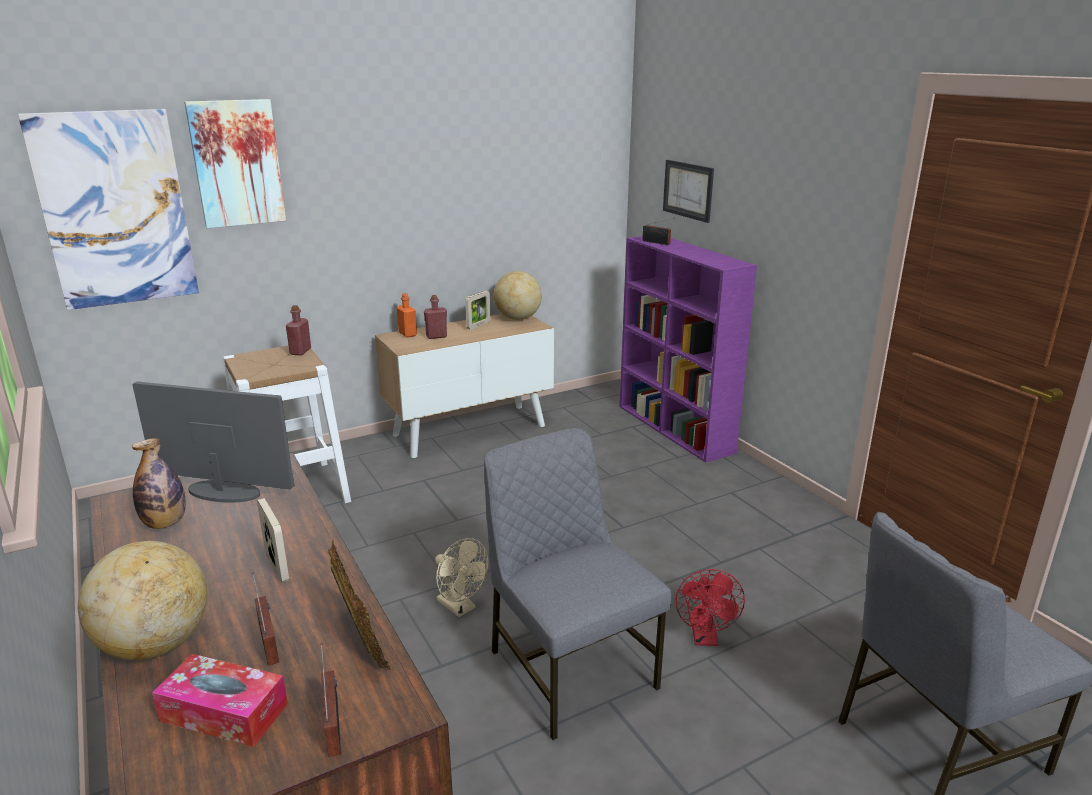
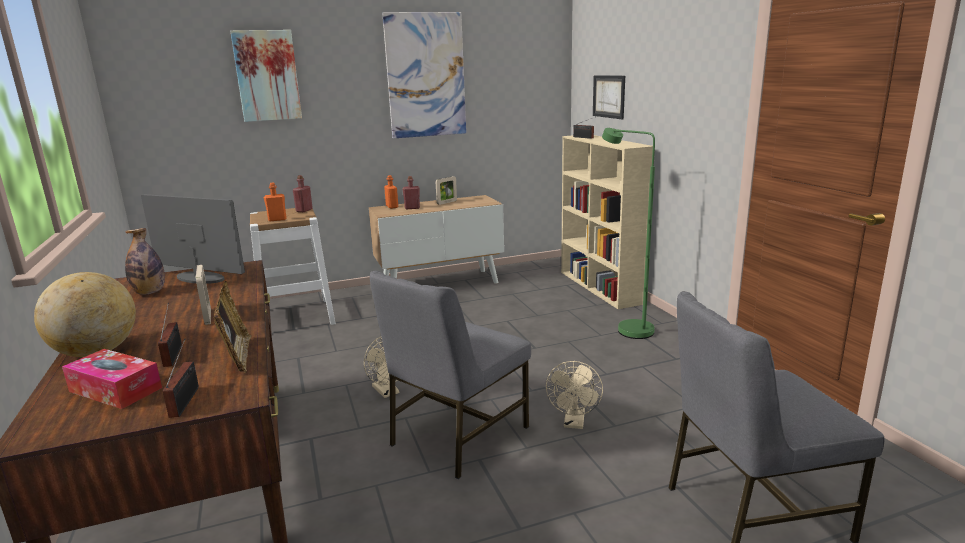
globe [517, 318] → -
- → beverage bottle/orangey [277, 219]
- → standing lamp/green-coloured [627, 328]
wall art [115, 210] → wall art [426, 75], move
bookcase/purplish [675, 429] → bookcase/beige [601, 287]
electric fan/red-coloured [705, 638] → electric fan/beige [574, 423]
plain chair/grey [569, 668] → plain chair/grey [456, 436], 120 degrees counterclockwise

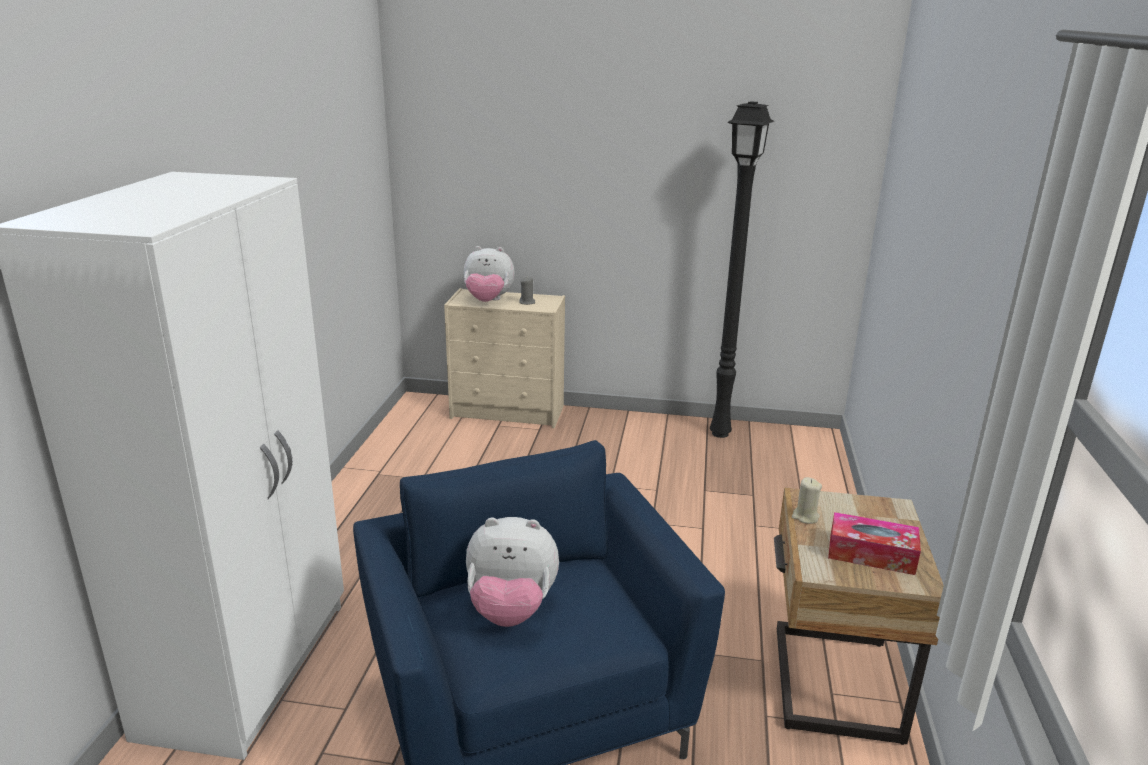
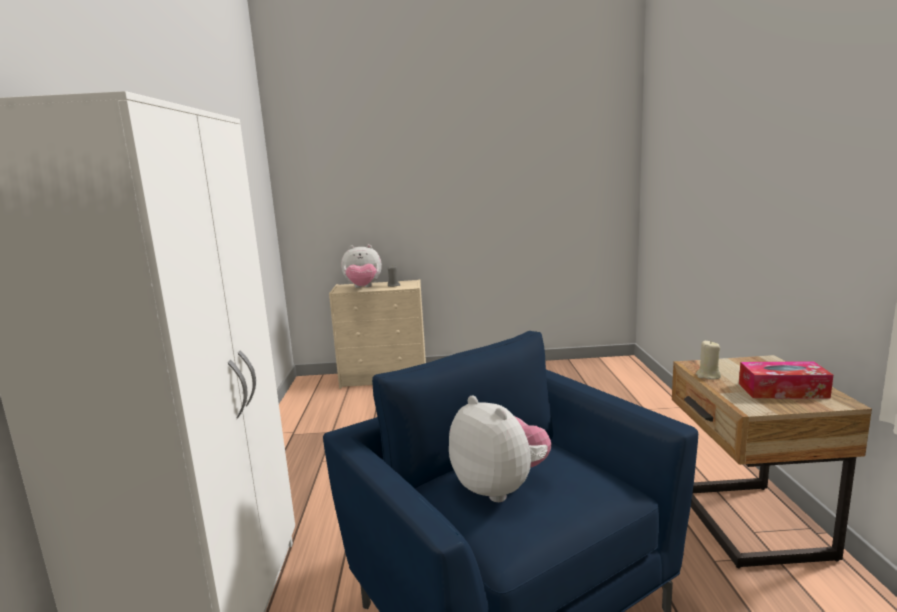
standing lamp/black-coloured [721, 433] → -
cuddly toy [511, 610] → cuddly toy [500, 488], 120 degrees counterclockwise

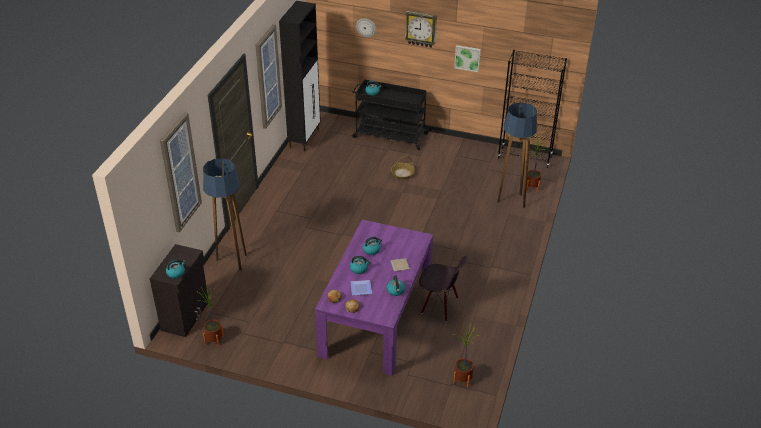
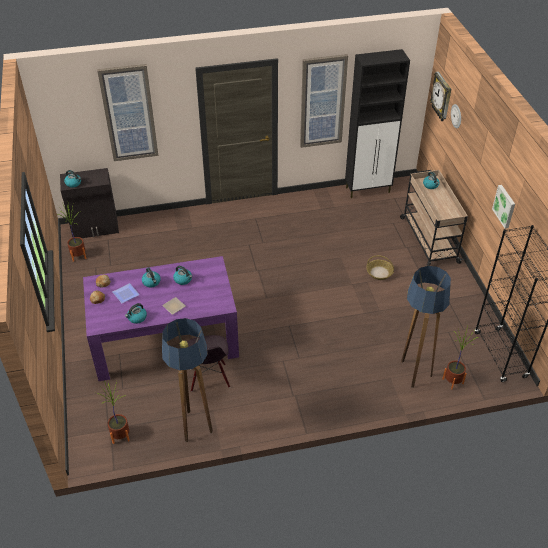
standing lamp [231, 261] → standing lamp [194, 425], move
clock on the wall [421, 29] → clock on the wall [442, 97], move
trolley/black-coloured [389, 135] → trolley/beige [428, 239]

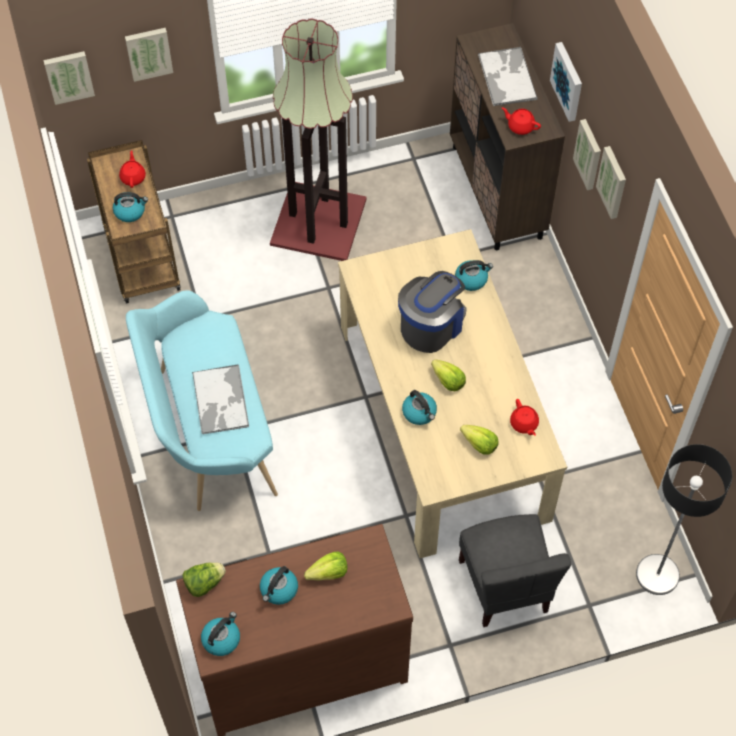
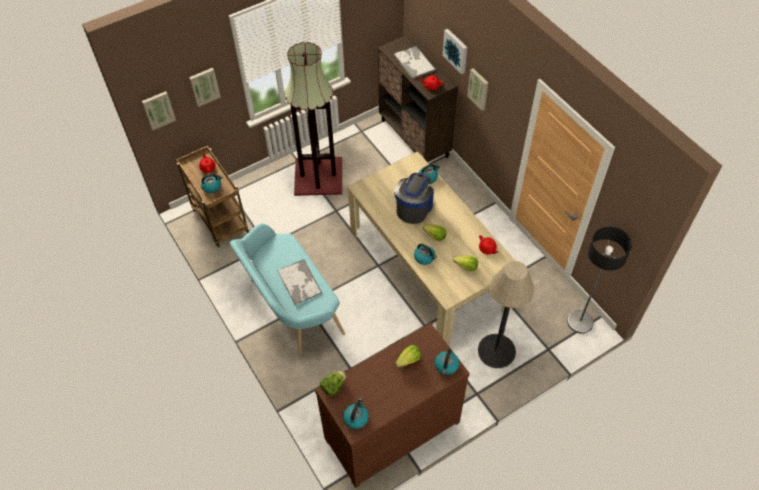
wall art [613, 182] → -
water kettle [279, 590] → water kettle [446, 366], move
plain chair/grey [505, 586] → standing lamp [496, 351]

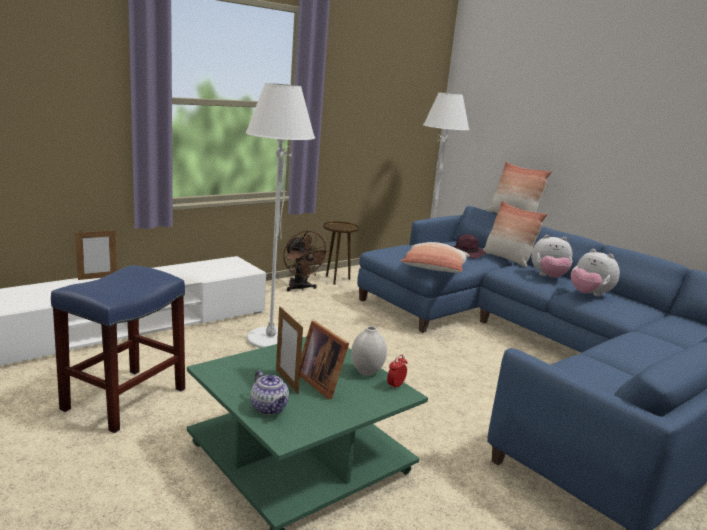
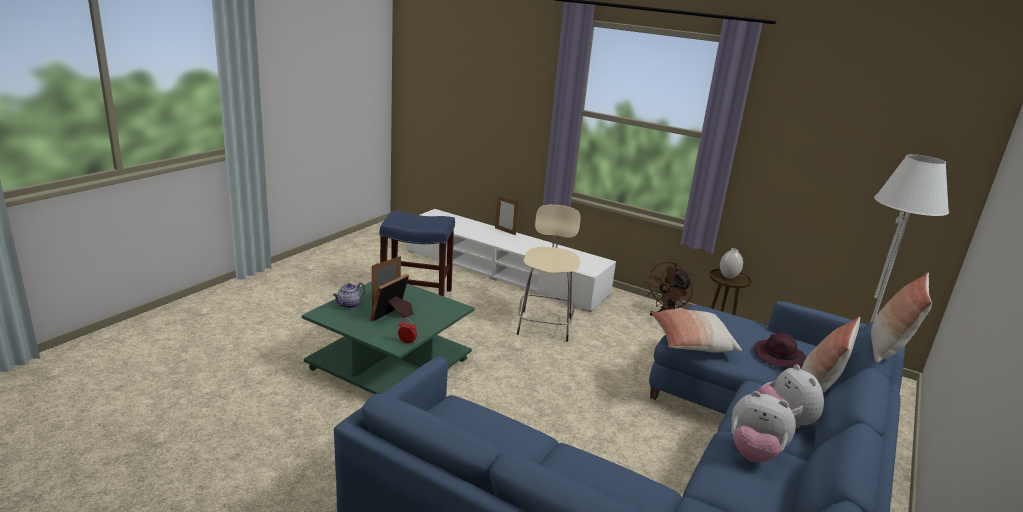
flower vase/whitish [367, 372] → flower vase/whitish [728, 277], move
standing lamp/whitish [270, 339] → stool seat/beige [545, 324]
cuddly toy [589, 295] → cuddly toy [754, 453], 90 degrees counterclockwise

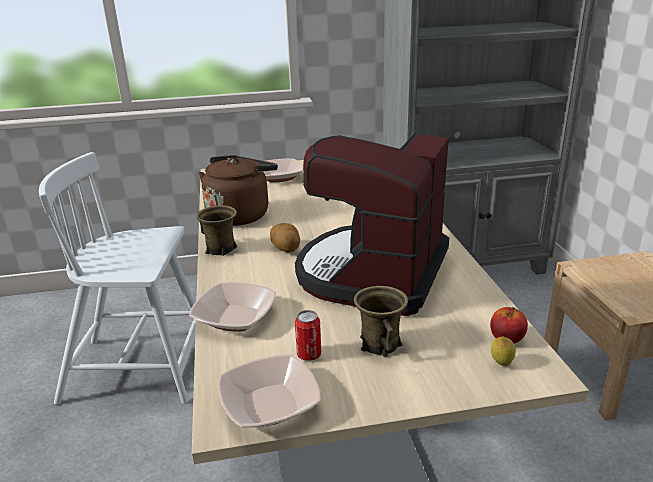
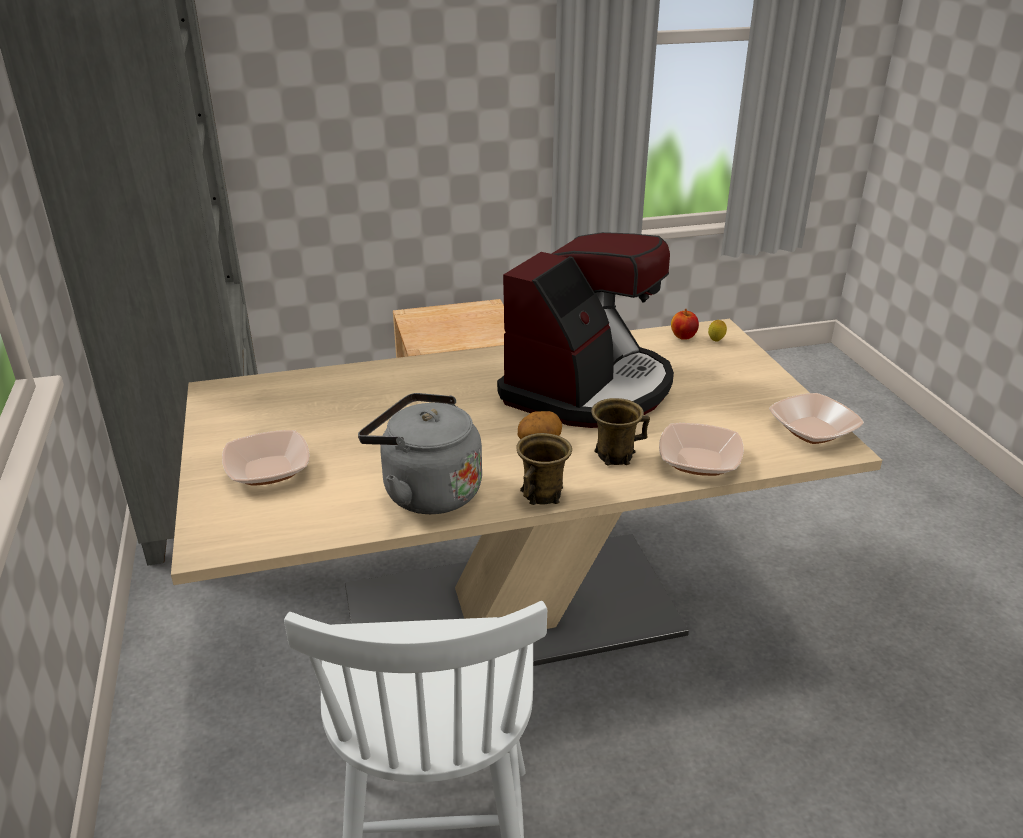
sealed can [309, 355] → -
tea mug/brown-coloured [380, 344] → tea mug/brown-coloured [614, 455], move
water kettle/brown-coloured [240, 215] → water kettle/grey [426, 491]
coffee maker [373, 273] → coffee maker [589, 388], 75 degrees counterclockwise

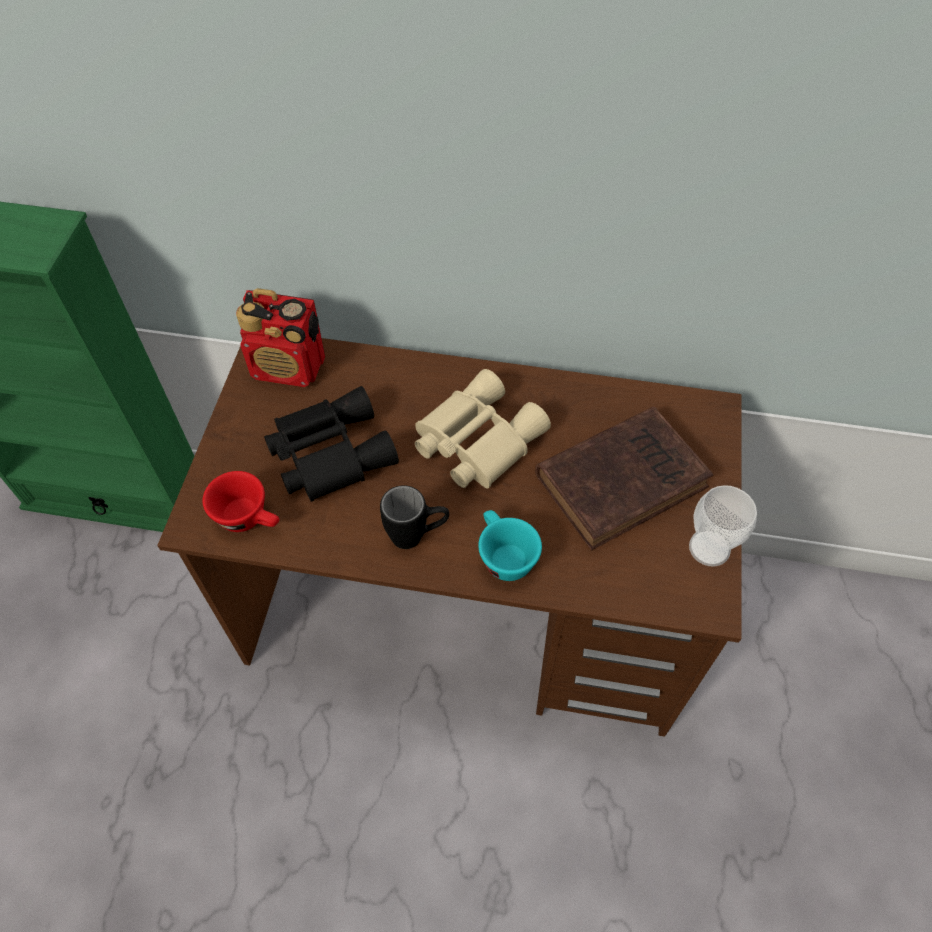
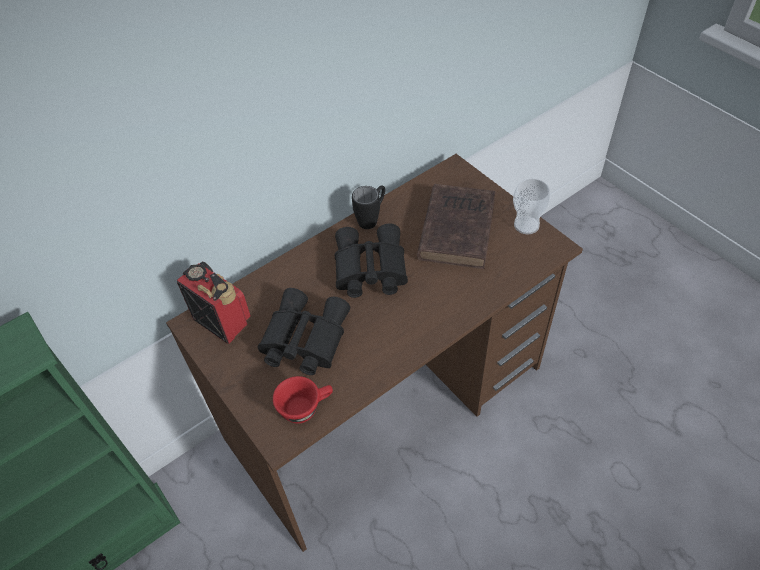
drinking cup/turquoise-coloured [503, 556] → -
tea mug/black-coloured [417, 536] → tea mug/black-coloured [372, 218], move
binoculars/beige [475, 440] → binoculars/black-coloured [368, 269]
radio [289, 368] → radio [222, 320], 105 degrees counterclockwise

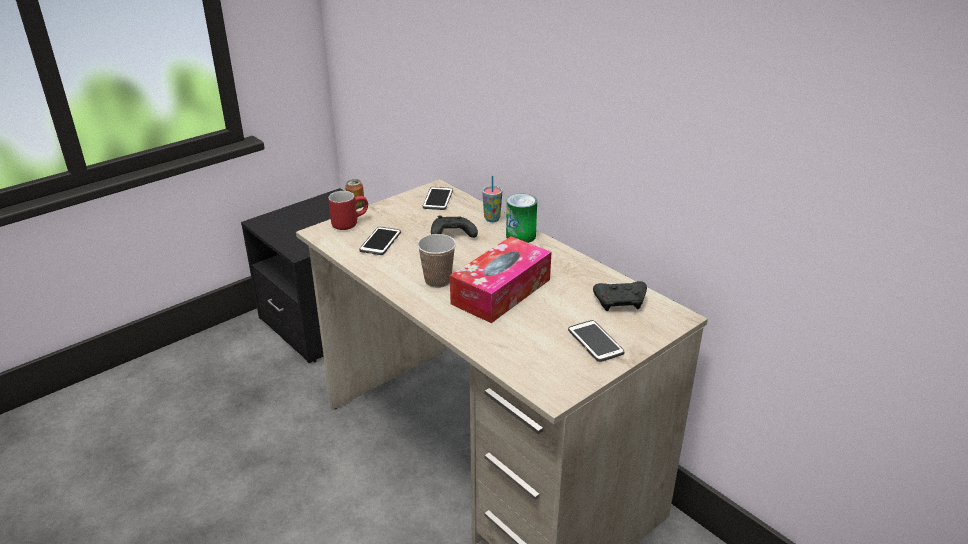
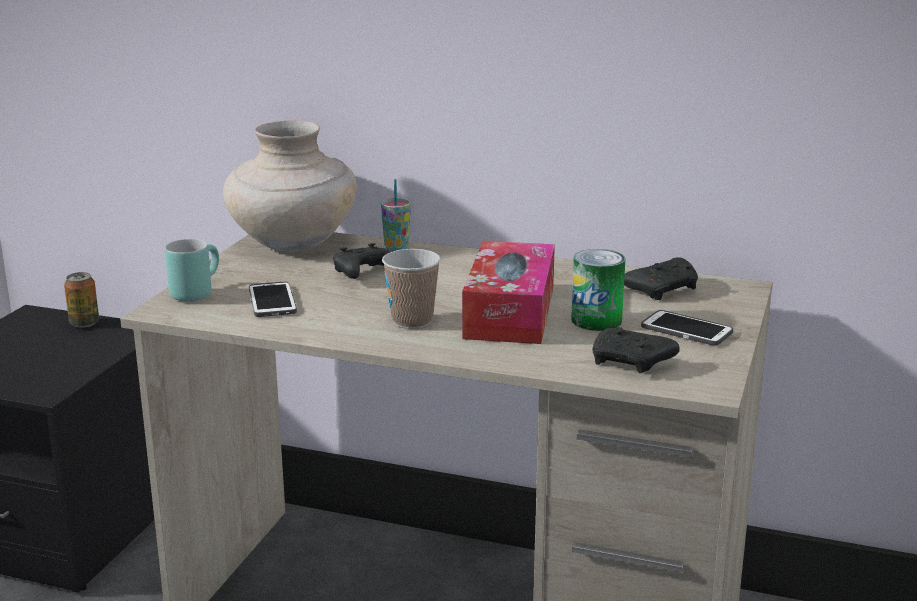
- → joypad/black-coloured [631, 363]
sealed can [520, 236] → sealed can [596, 320], move
telephone [438, 199] → flower vase/beige [292, 244]
tea mug/red-coloured [349, 223] → tea mug/turquoise-coloured [195, 292]

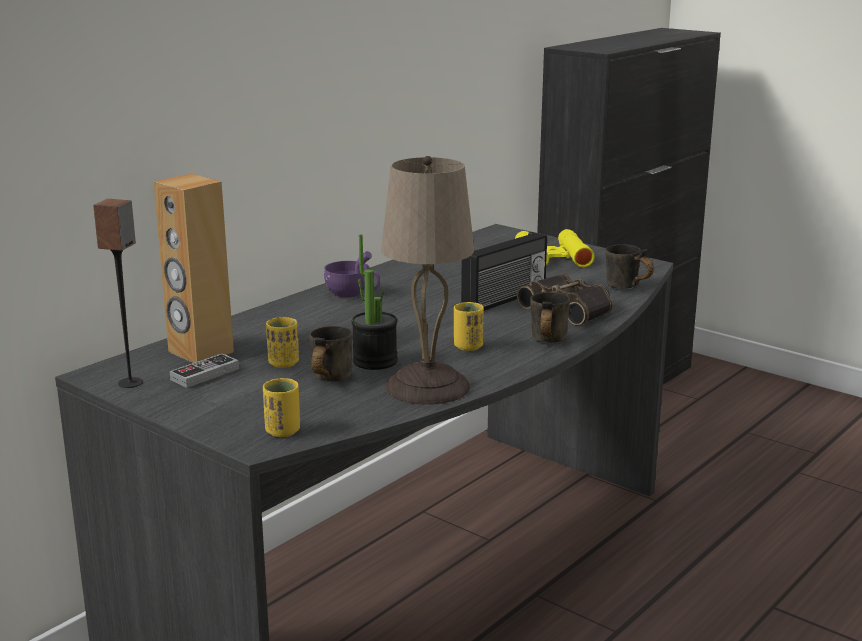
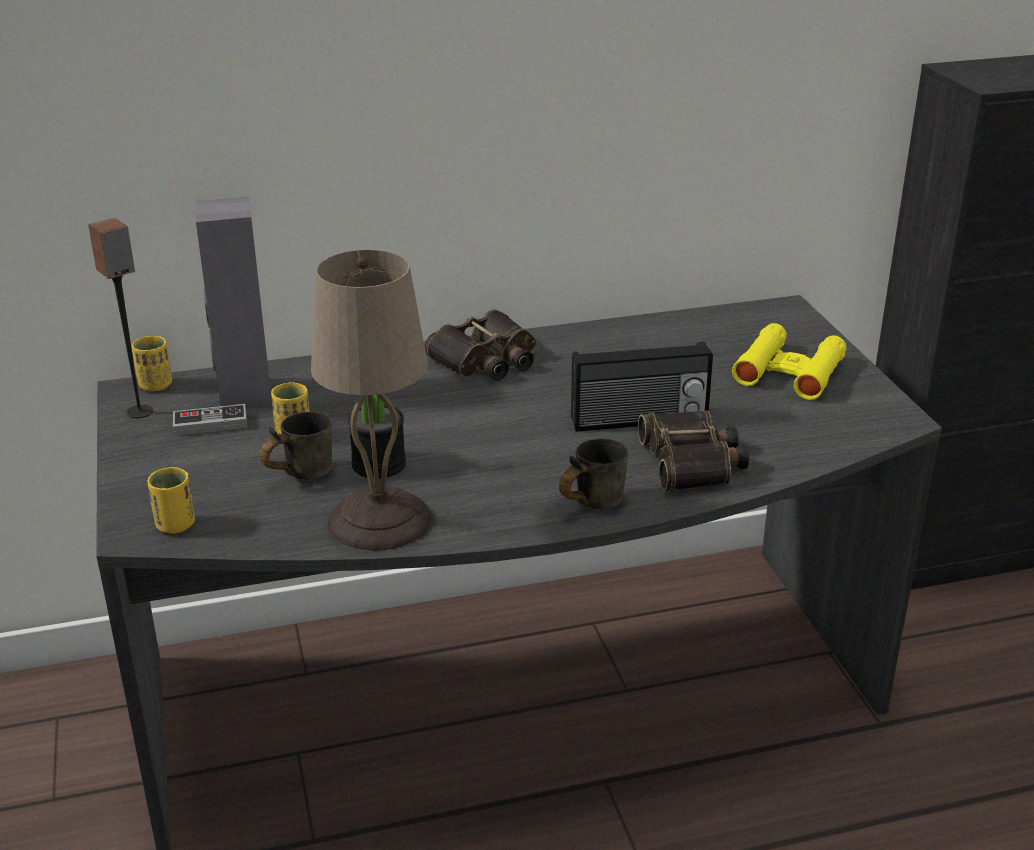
tea mug/grey [625, 289] → -
drinking cup/yellow-coloured [468, 346] → drinking cup/yellow-coloured [155, 385], move
drinking cup/purplish [352, 294] → binoculars [487, 359]
audio speaker/brown-coloured [200, 352] → audio speaker/grey [244, 393]

